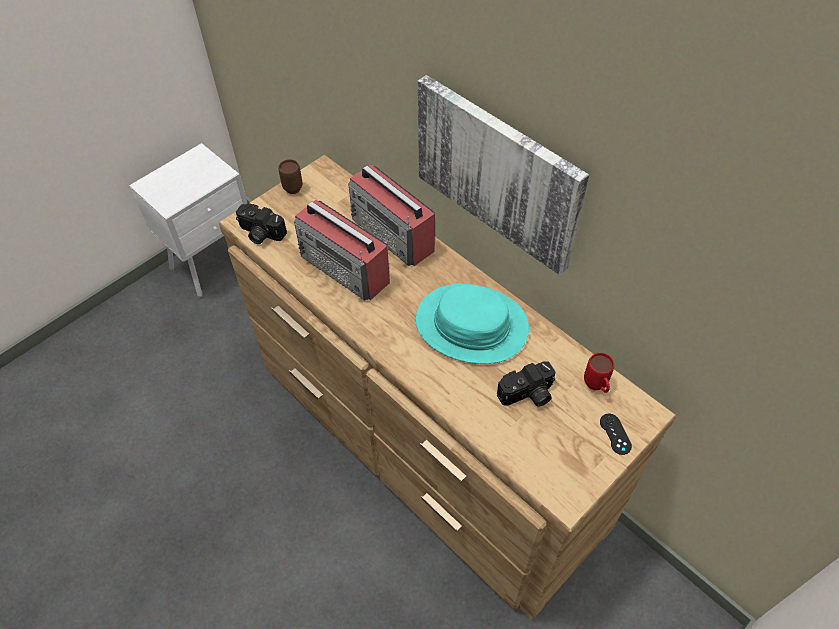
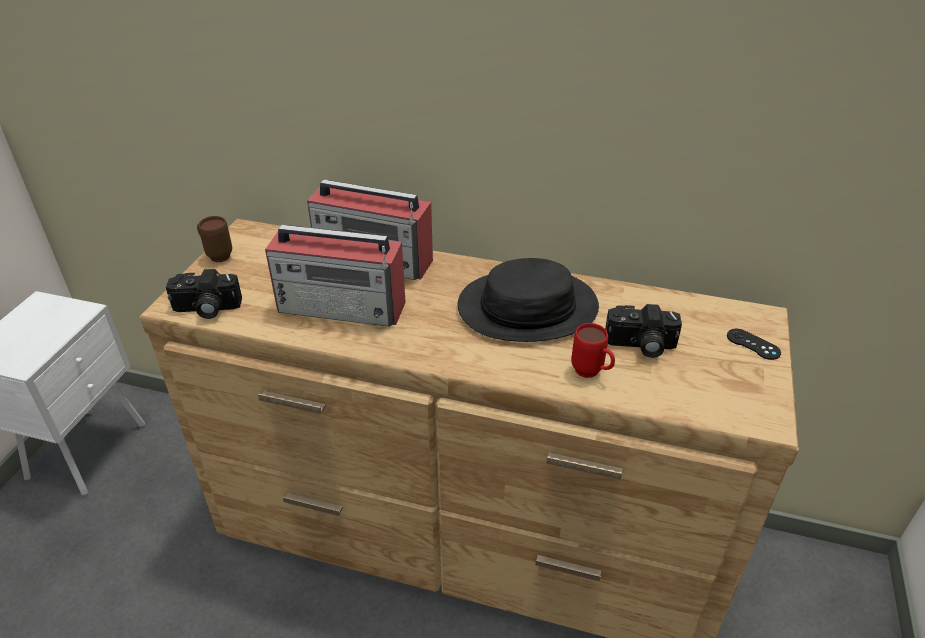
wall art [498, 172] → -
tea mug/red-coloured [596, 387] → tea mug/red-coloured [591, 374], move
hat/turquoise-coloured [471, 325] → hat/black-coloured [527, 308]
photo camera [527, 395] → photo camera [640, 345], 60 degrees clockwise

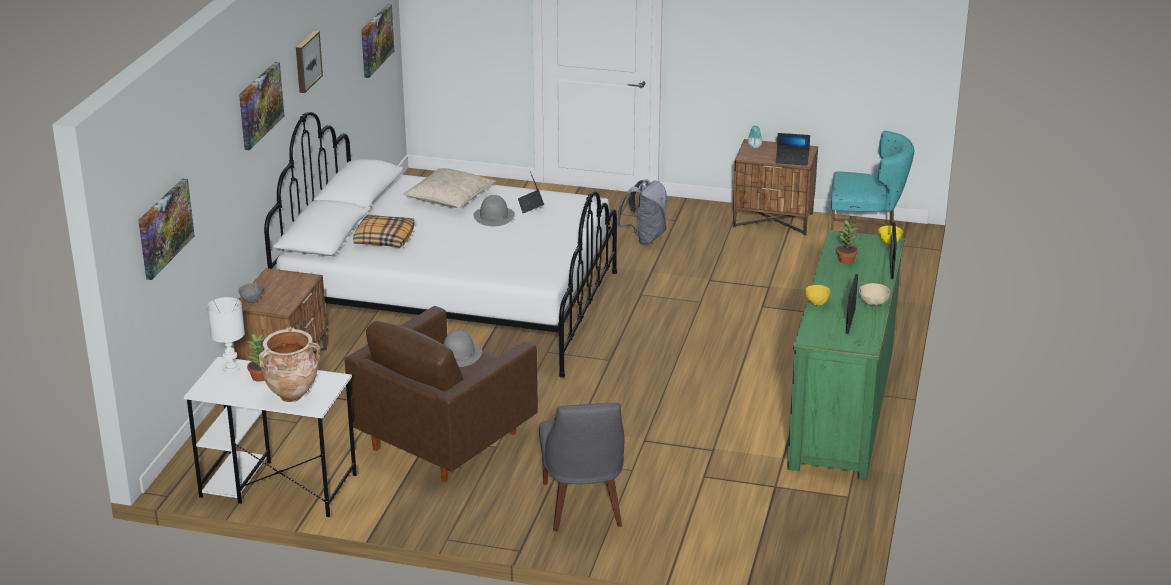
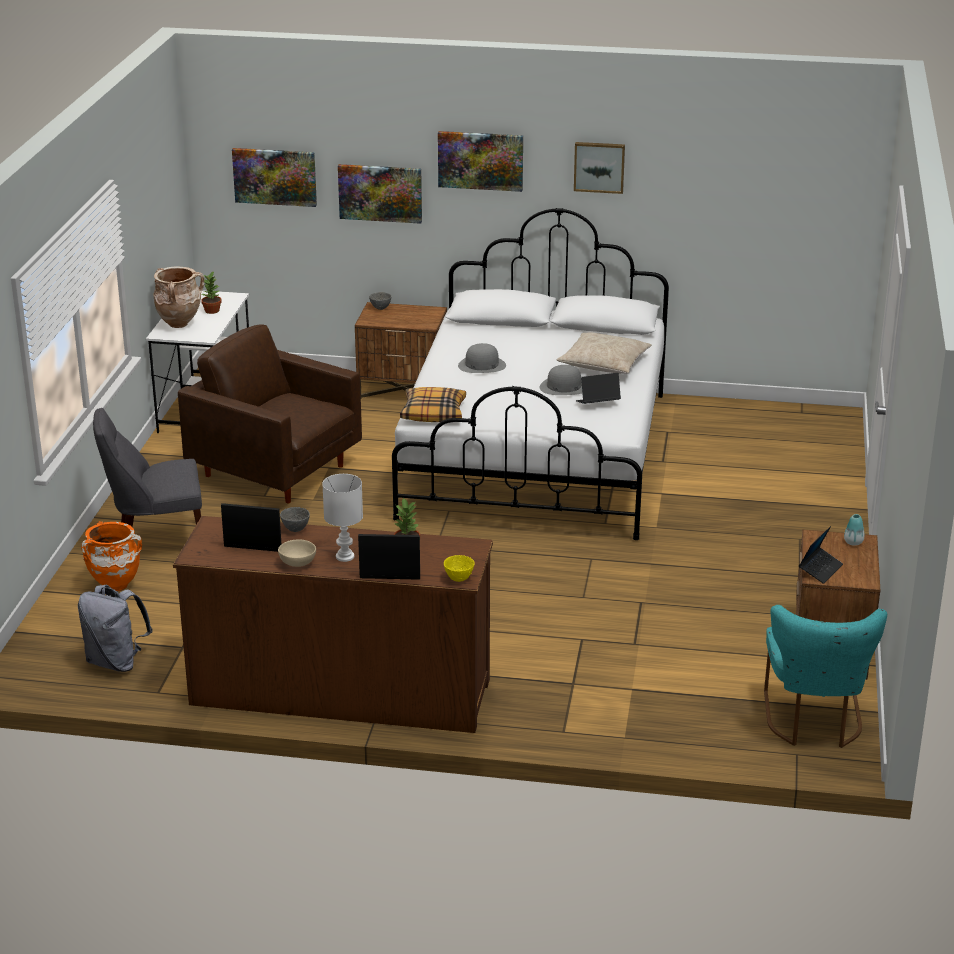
- → flower vase/orangey [114, 586]
table lamp/whitish [231, 368] → table lamp/whitish [345, 556], move
pillow [384, 238] → pillow [433, 413], move
wall art [376, 40] → wall art [380, 193], move
hat/grey [459, 354] → hat/grey [481, 365], move
backpack/grey [645, 238] → backpack/grey [116, 662], move
dresser/green-coloured [841, 409] → dresser/brown-coloured [340, 692]
deep dish/yellow-coloured [817, 304] → deep dish/grey [295, 529]
laptop [792, 160] → laptop [820, 569], 150 degrees counterclockwise

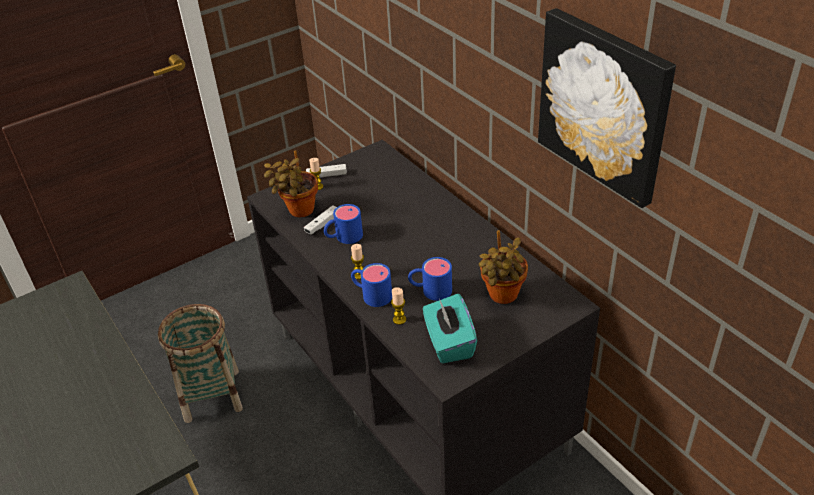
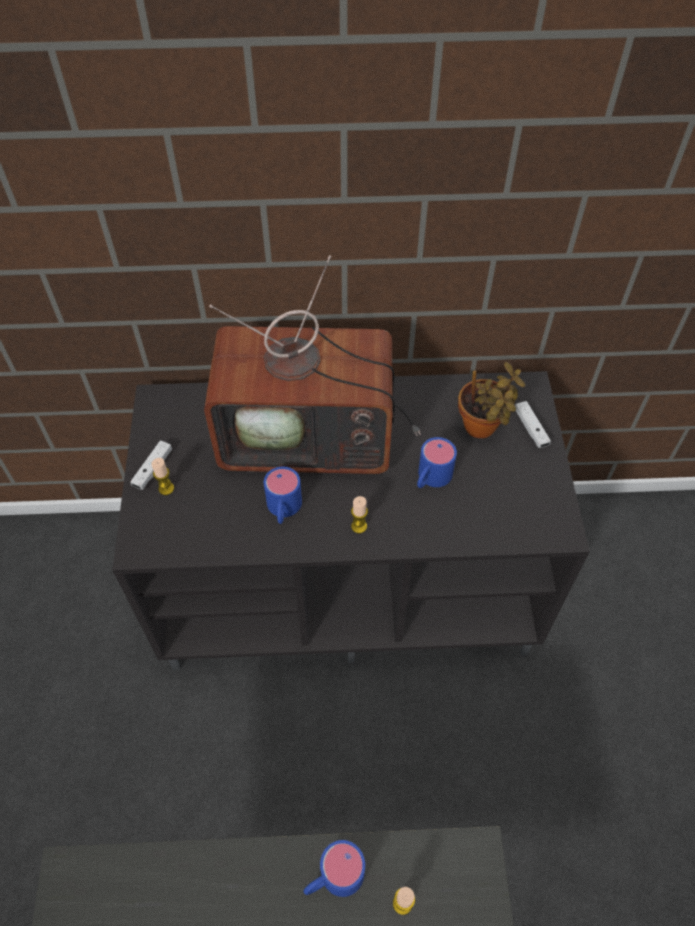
basket [212, 395] → -
houseplant [299, 211] → -
box of tissues/turquoise-coloured [449, 343] → -
wall art [605, 105] → -
- → television [312, 435]
joypad/whitish [322, 224] → joypad/whitish [531, 429], move
tea mug/bluish [371, 294] → tea mug/bluish [333, 878], move
wax light [399, 319] → wax light [402, 903], move

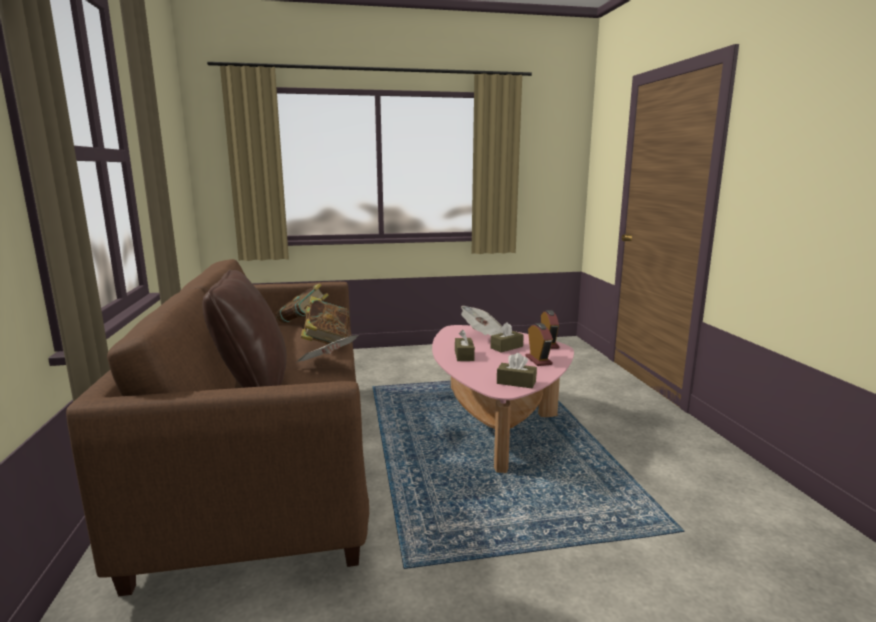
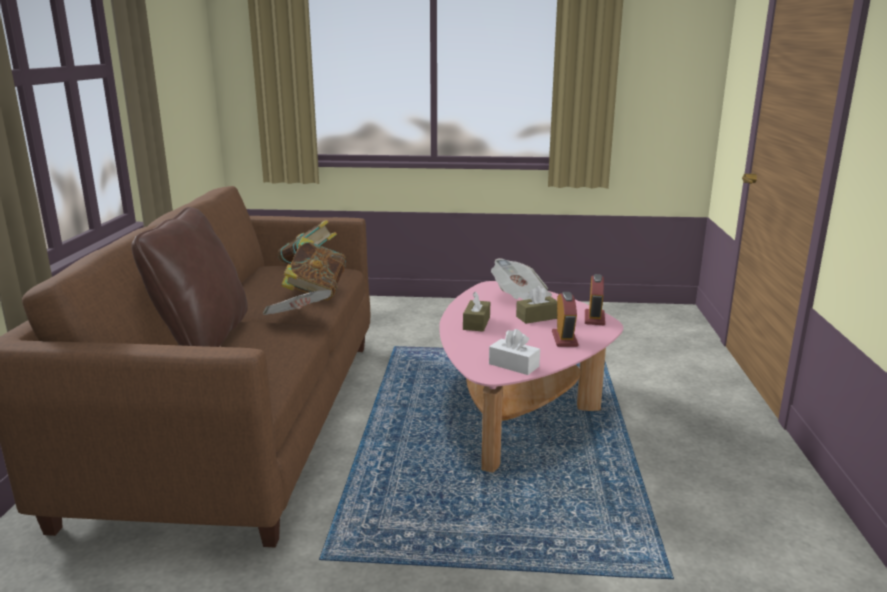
box of tissues/brown-coloured [516, 382] → box of tissues/whitish [513, 365]

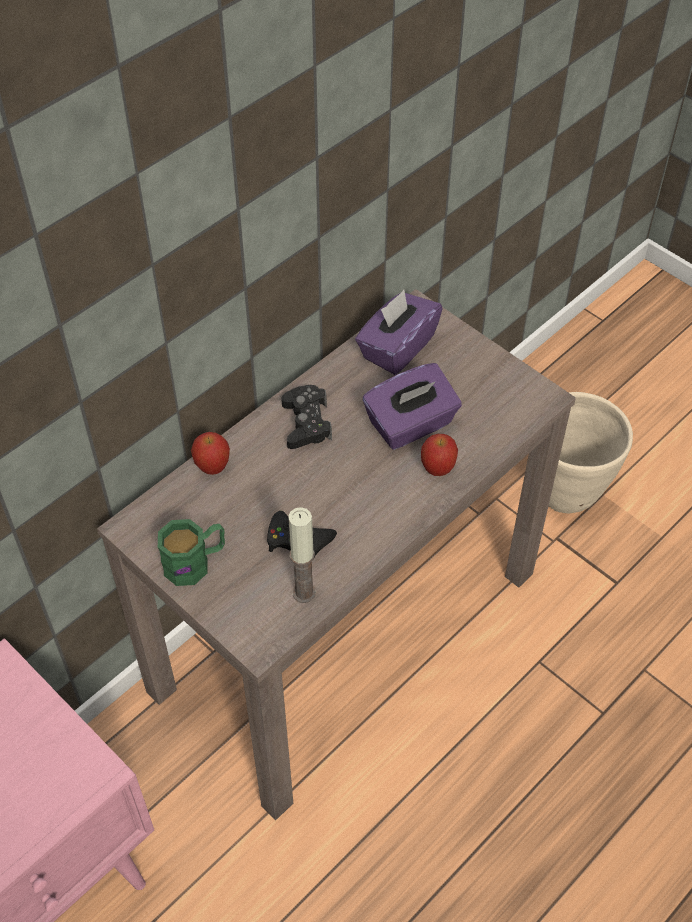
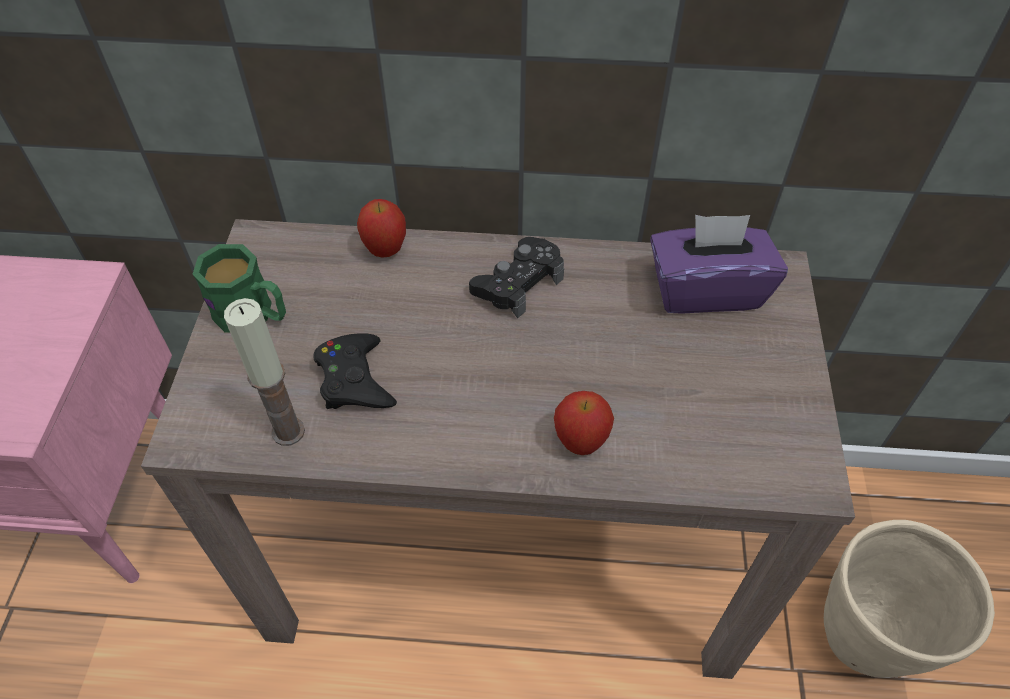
box of tissues/purplish [411, 425] → -

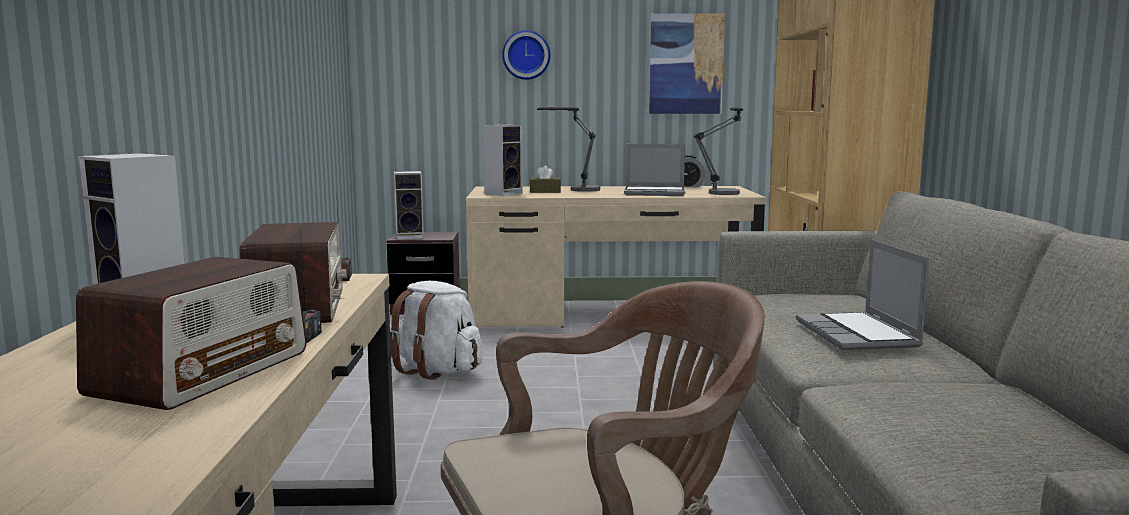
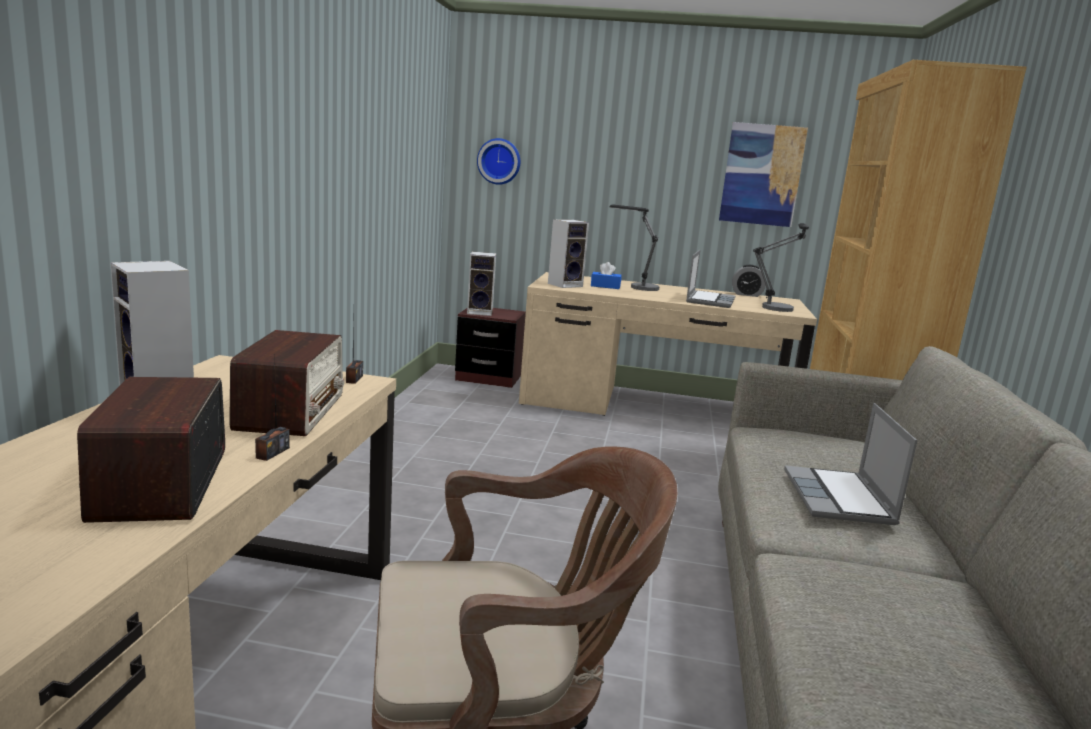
backpack/whitish [437, 371] → -
clock on the wall [526, 55] → clock on the wall [499, 161], move
box of tissues/brown-coloured [545, 191] → box of tissues/bluish [605, 286]
radio [204, 372] → radio [161, 483], 135 degrees clockwise
laptop [655, 193] → laptop [709, 300], 90 degrees counterclockwise

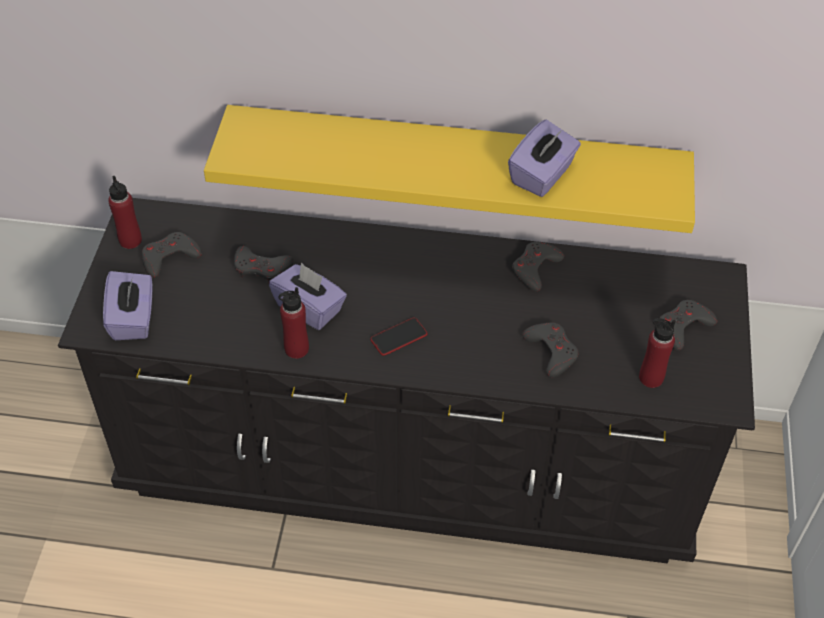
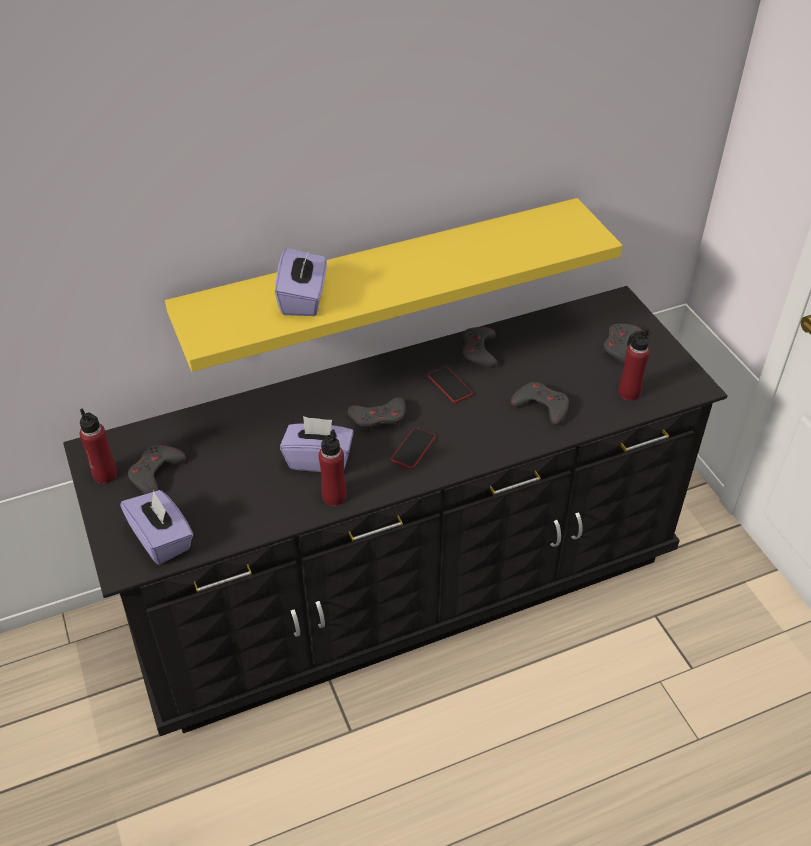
- → telephone [450, 385]
joypad/grey [262, 268] → joypad/grey [379, 418], move
box of tissues/purplish [542, 175] → box of tissues/purplish [303, 299], move

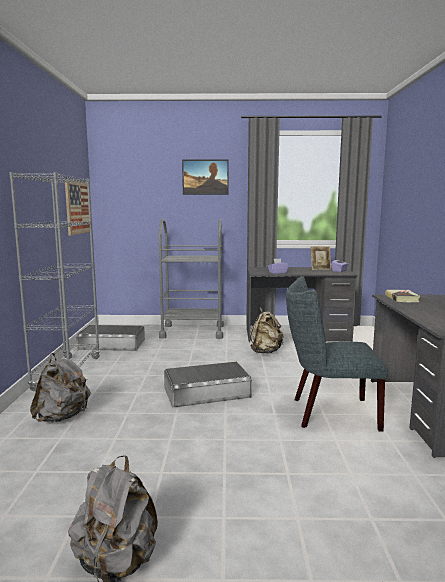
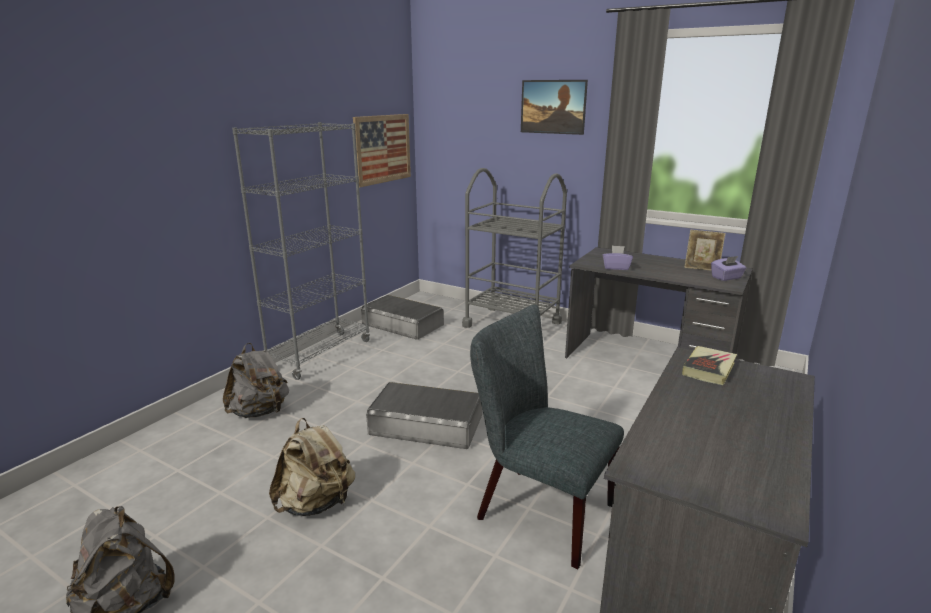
backpack/beige [265, 352] → backpack/beige [316, 503], move

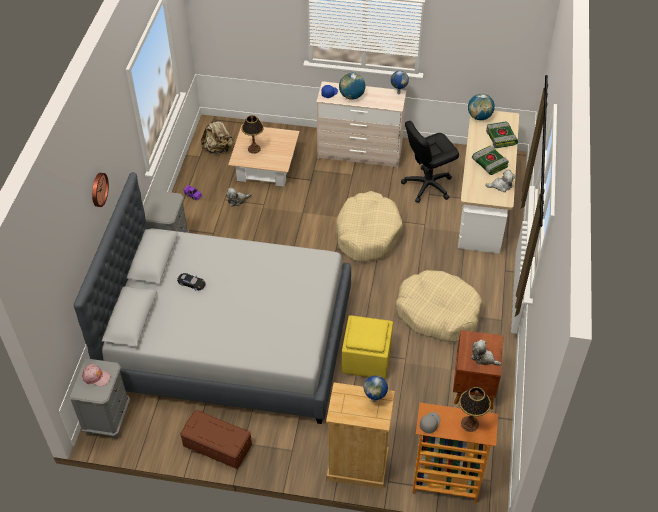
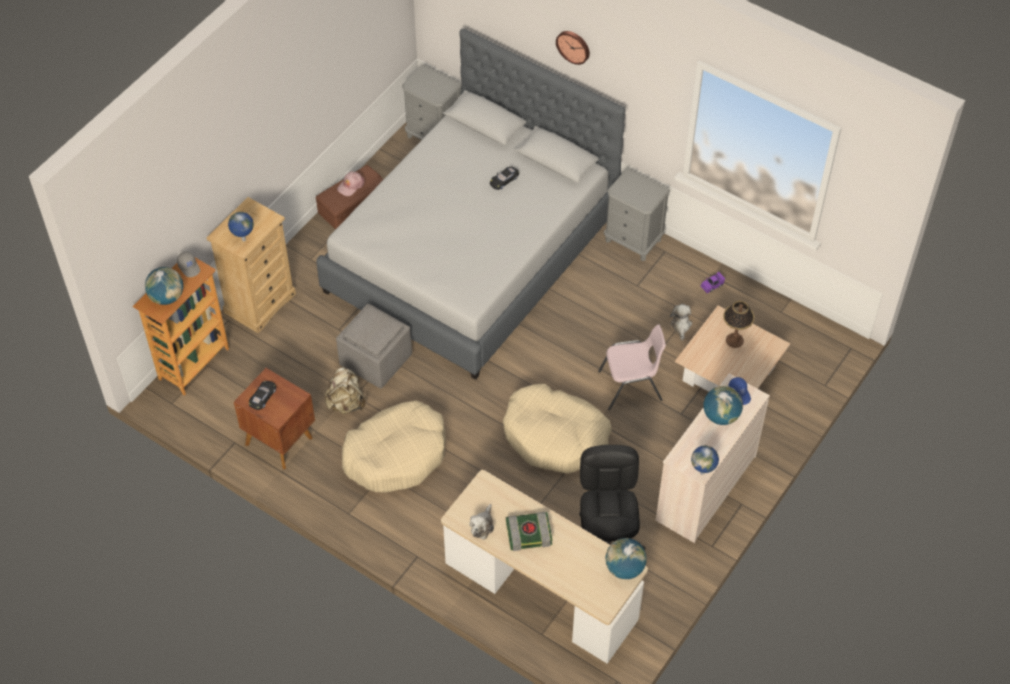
bound book [501, 138] → -
- → plain chair/pink [631, 386]
baseball cap/pink [96, 377] → baseball cap/pink [351, 185], move
backpack/beige [218, 149] → backpack/beige [346, 403], move
table lamp [470, 423] → globe [167, 297]
cuddly toy [483, 358] → miniature car/black-coloured [263, 396]
footrest/yellow-coloured [366, 358] → footrest/grey [376, 360]

